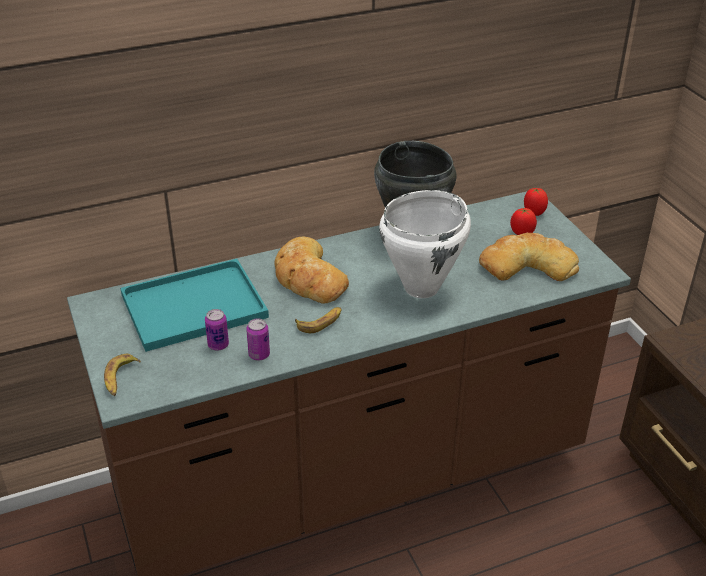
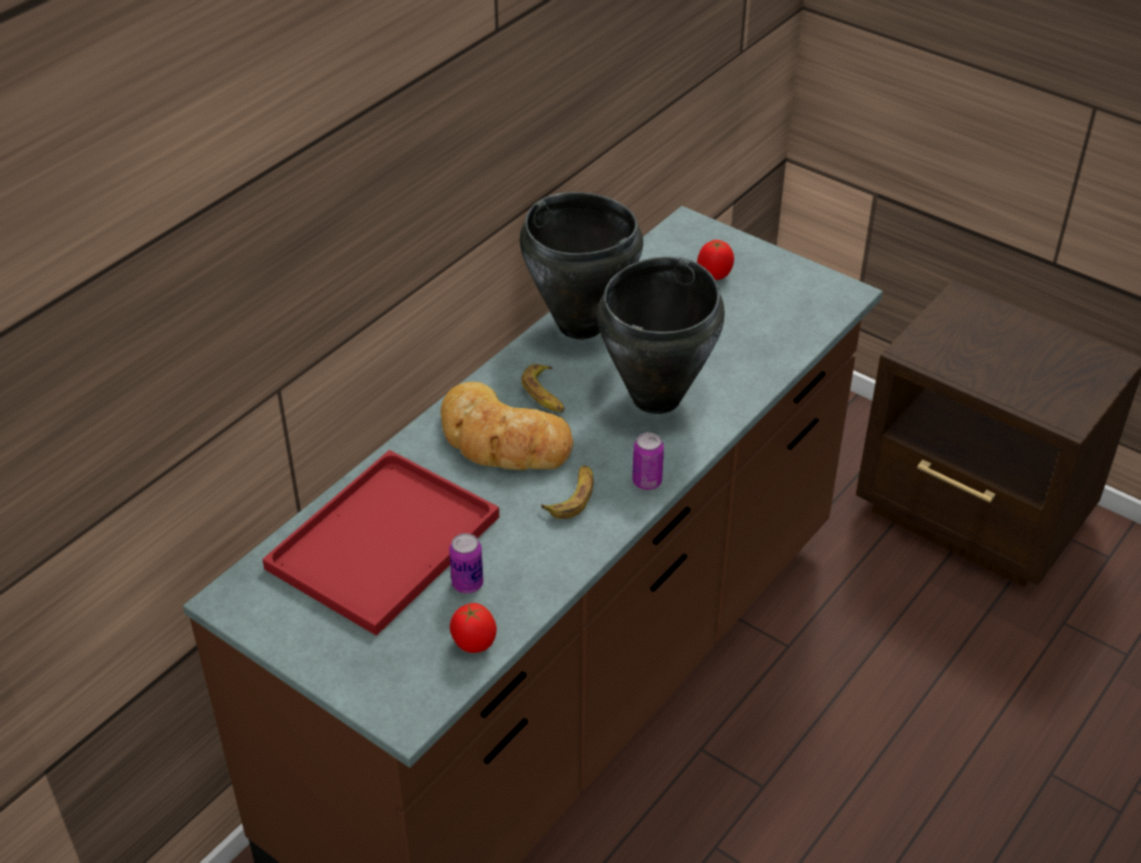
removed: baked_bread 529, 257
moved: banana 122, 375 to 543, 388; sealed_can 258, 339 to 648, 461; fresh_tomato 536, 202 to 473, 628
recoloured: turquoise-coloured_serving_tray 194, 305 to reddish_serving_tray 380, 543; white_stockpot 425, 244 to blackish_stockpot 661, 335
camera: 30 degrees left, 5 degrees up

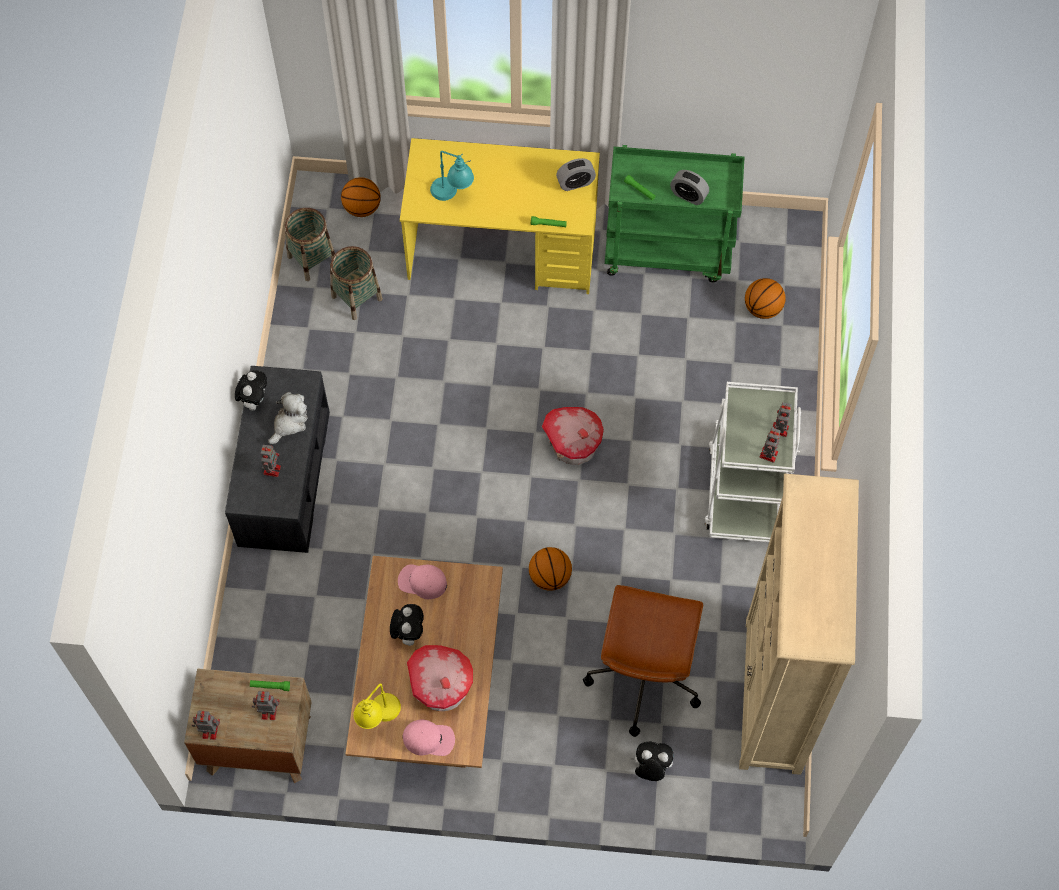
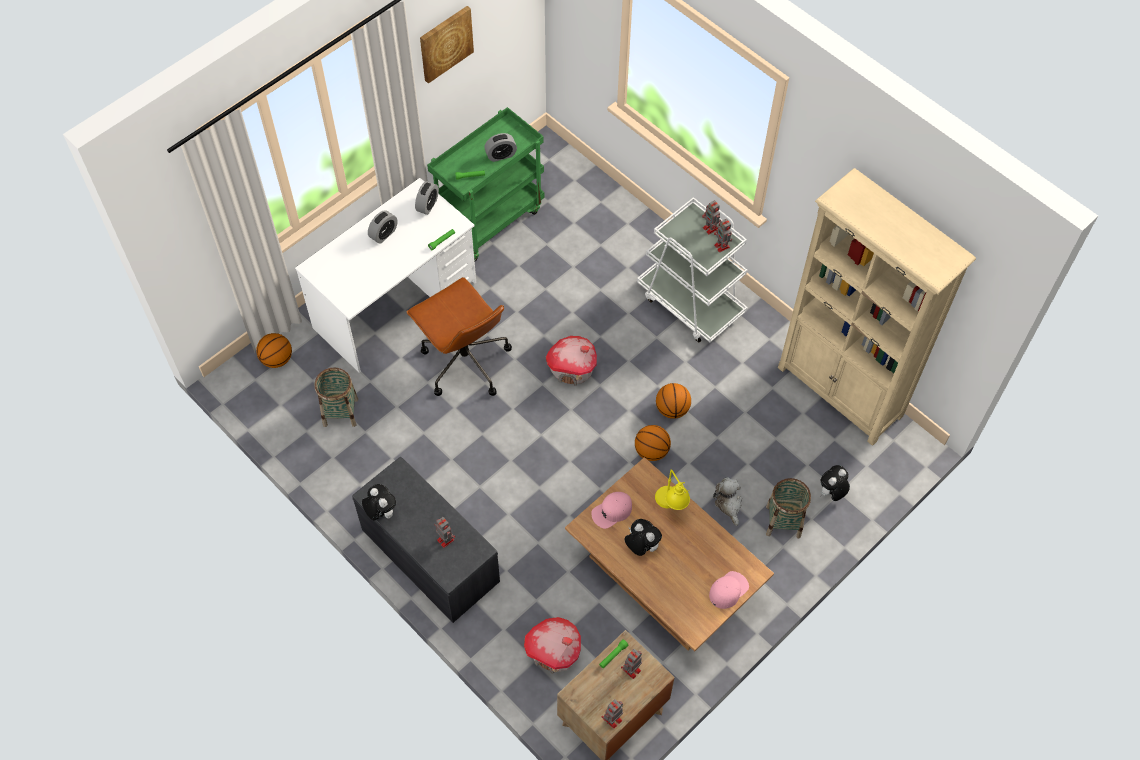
removed: turquoise-coloured_table_lamp 452, 176
added: bedside_clock 383, 227; picture 447, 45
moved: cuddly_toy 287, 418 to 727, 501; basket 310, 244 to 788, 508; yellow-coloured_table_lamp 377, 706 to 672, 489; model_house 440, 678 to 552, 645; brown_office_chair 643, 661 to 459, 336; basketball_ball 765, 298 to 673, 401
recoloured: yellow-coloured_desk_table 500, 216 to white_desk_table 385, 275
camera: 50 degrees left, 5 degrees down

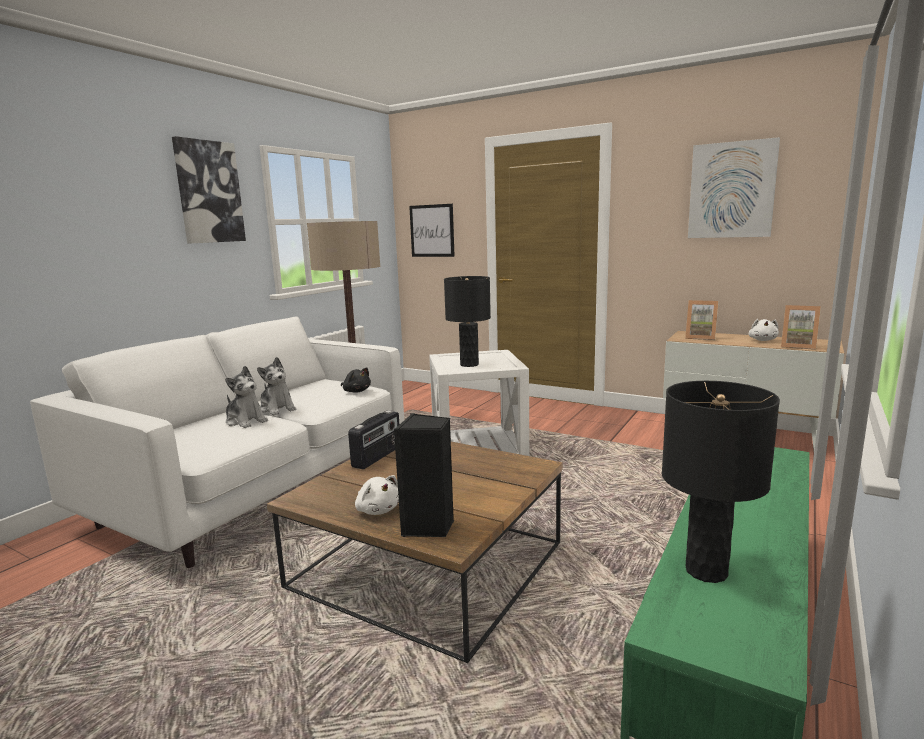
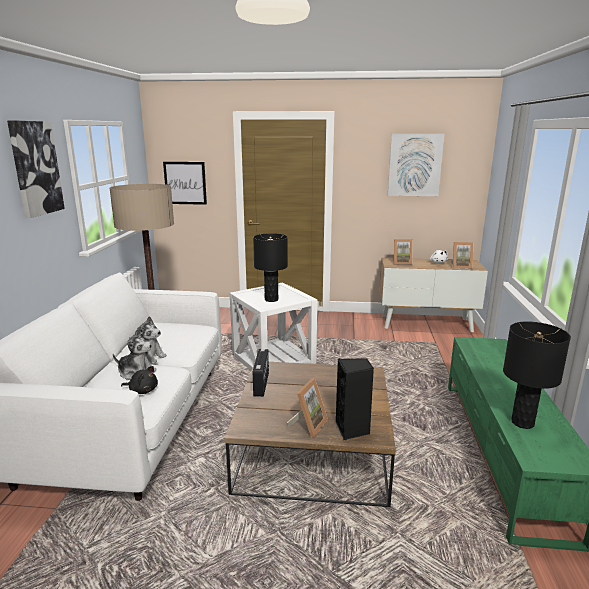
moved: blackish_cuddly_toy 356, 380 to 139, 380
replaced: white_cuddly_toy 377, 495 to picture_frame 307, 407
camera: 25 degrees left, 5 degrees up

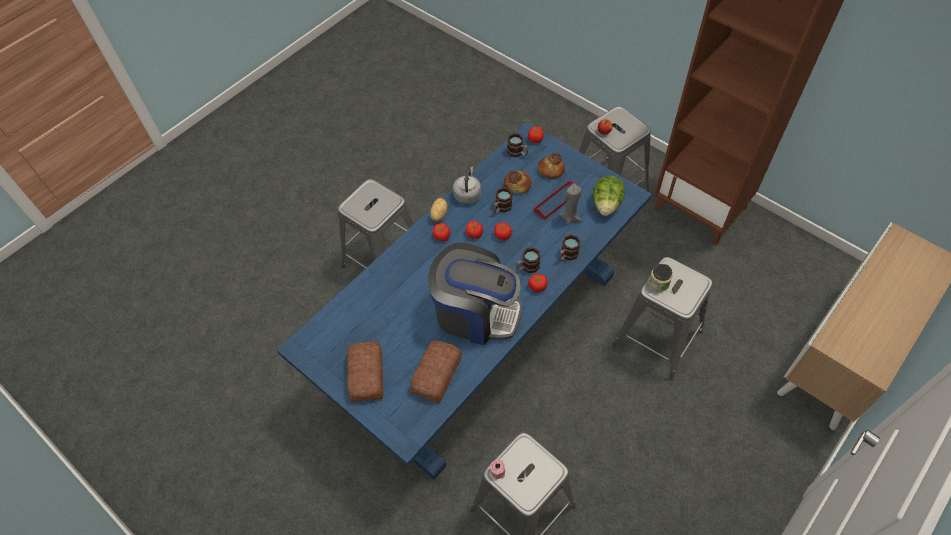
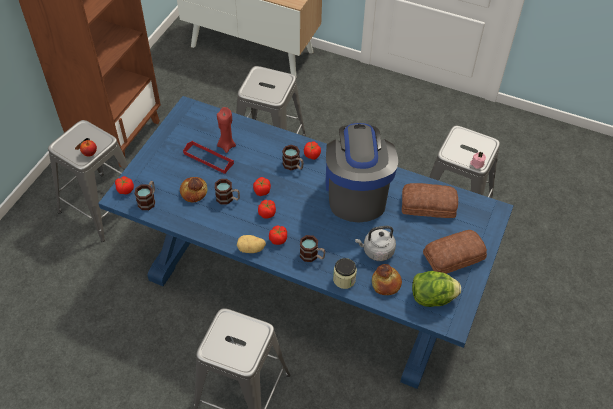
moved: greyish_water_kettle 467, 185 to 375, 243; baked_bread 551, 166 to 387, 279; coffee_mug 570, 248 to 312, 248; head_of_lettuce 608, 196 to 436, 289; preserve_jar 661, 278 to 345, 273
recoloured: greyish_wax_candle 570, 204 to reddish_wax_candle 226, 130
camera: 110 degrees left, 5 degrees down

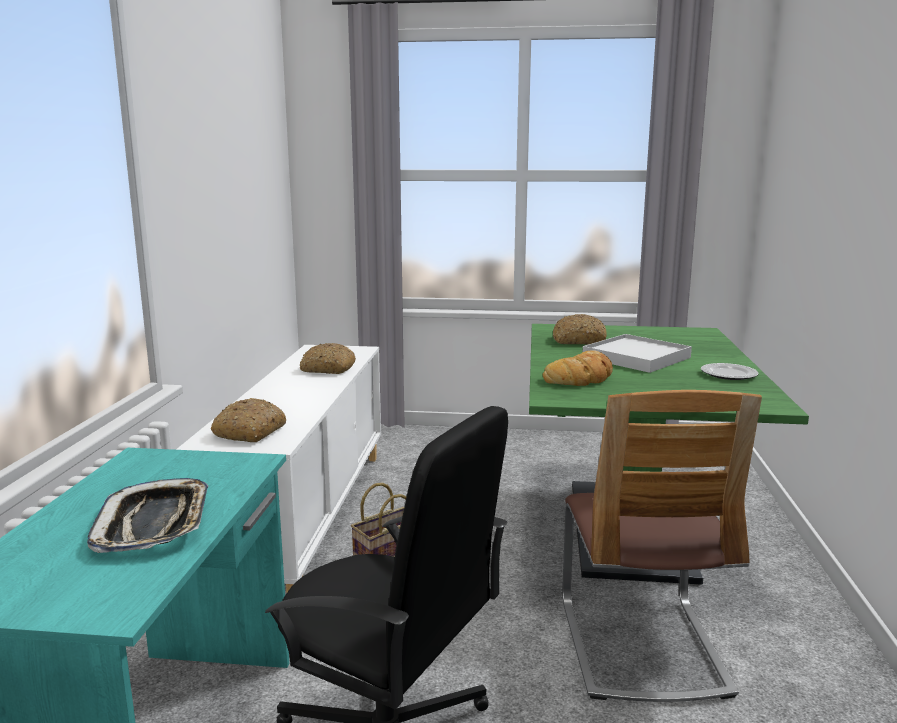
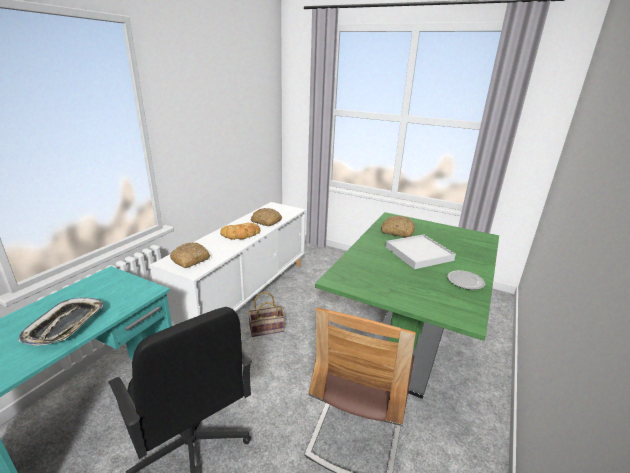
moved: baked_bread 578, 368 to 240, 231
camera: 20 degrees right, 10 degrees up

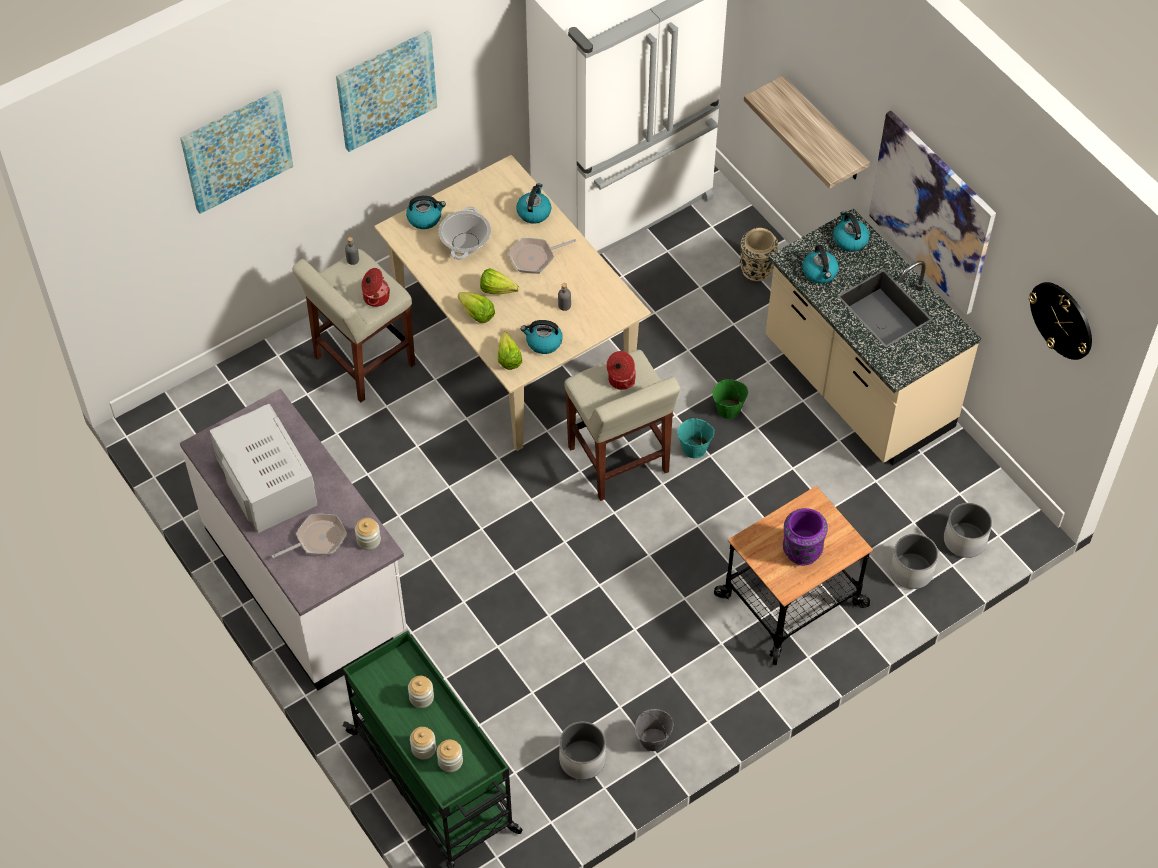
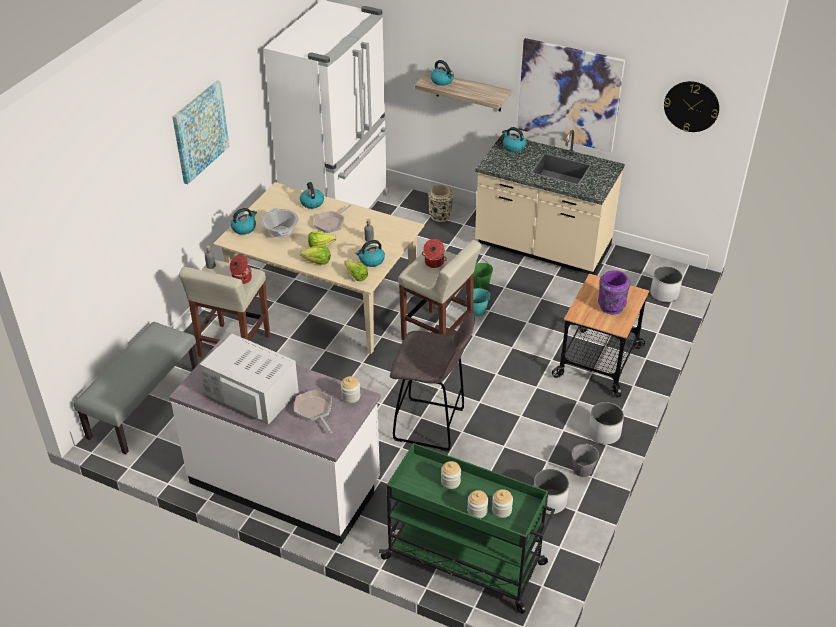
removed: picture 236, 152
added: greyish_long_seat 136, 388; greyish_stool_seat 432, 382
moved: water_kettle 820, 264 to 442, 73; white_plant_pot 914, 561 to 606, 423
turned: skillet 309, 536 = 313, 412 60 degrees counterclockwise
camera: 30 degrees left, 15 degrees down

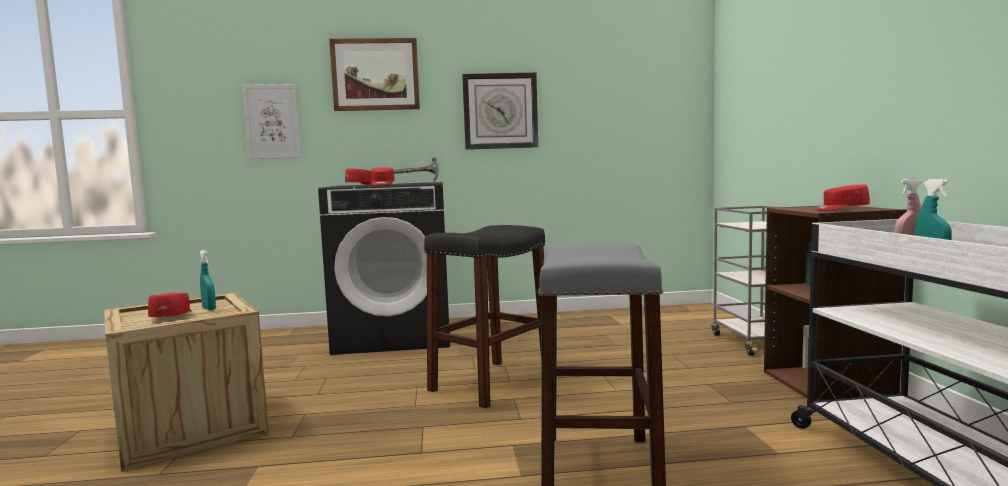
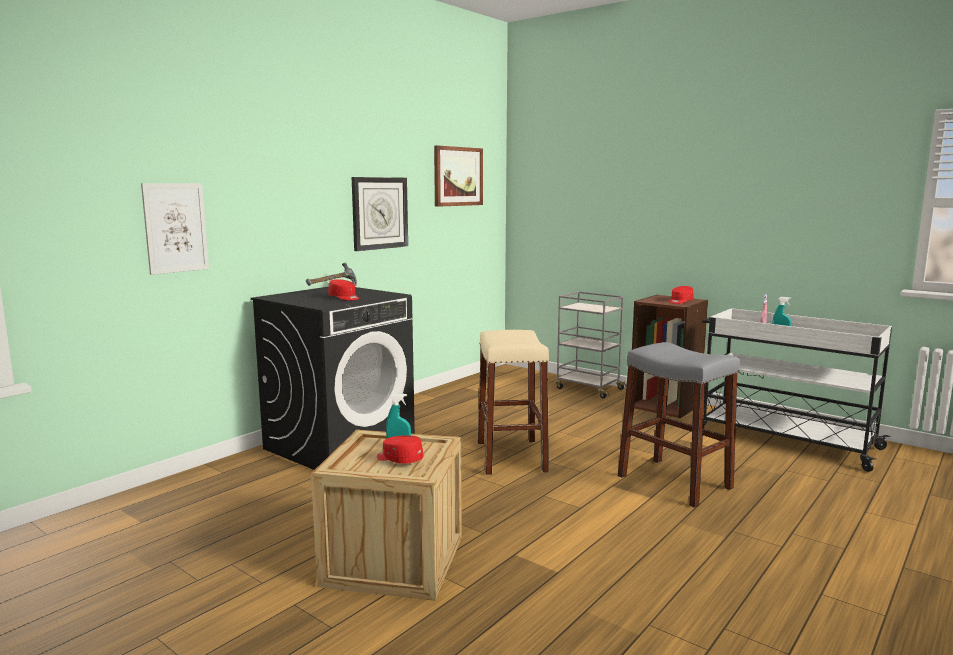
removed: reddish_peaked_cap 358, 176
moved: picture 374, 74 to 458, 176
recoloured: blackish_stool_seat 484, 316 to beige_stool_seat 513, 402
camera: 45 degrees left, 5 degrees up

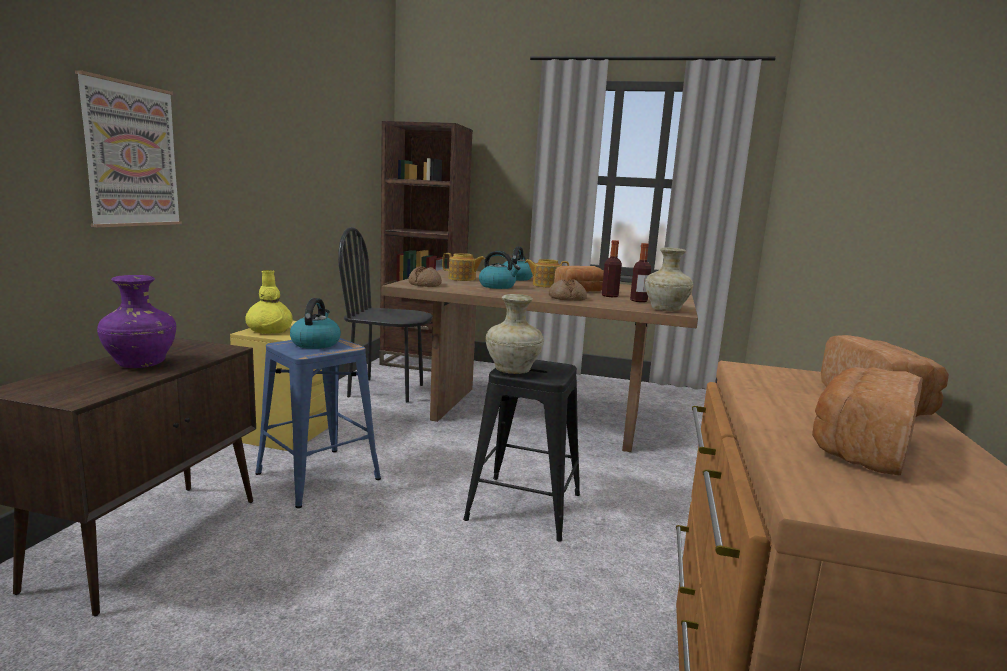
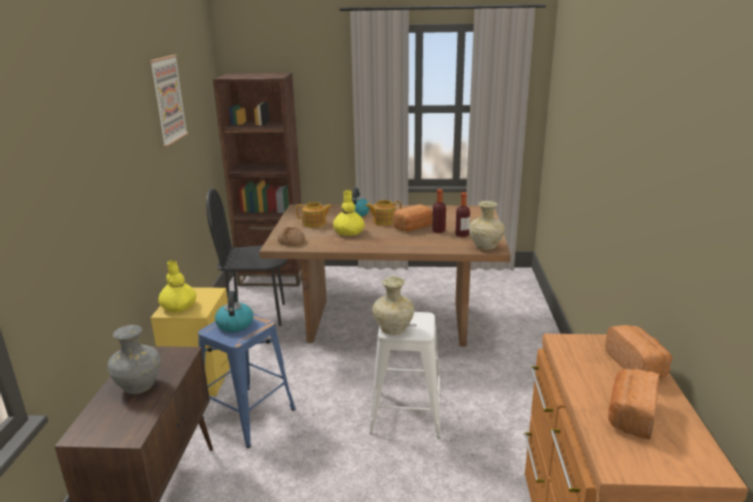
removed: baked_bread 568, 290
moved: picture 128, 148 to 169, 101
replaced: water_kettle 499, 270 to yellow-coloured_decorative_vase 349, 213
recoloured: purplish_decorative_vase 136, 321 to greyish_decorative_vase 134, 359; blackish_stool_seat 521, 451 to white_stool_seat 405, 375
camera: 10 degrees left, 10 degrees up

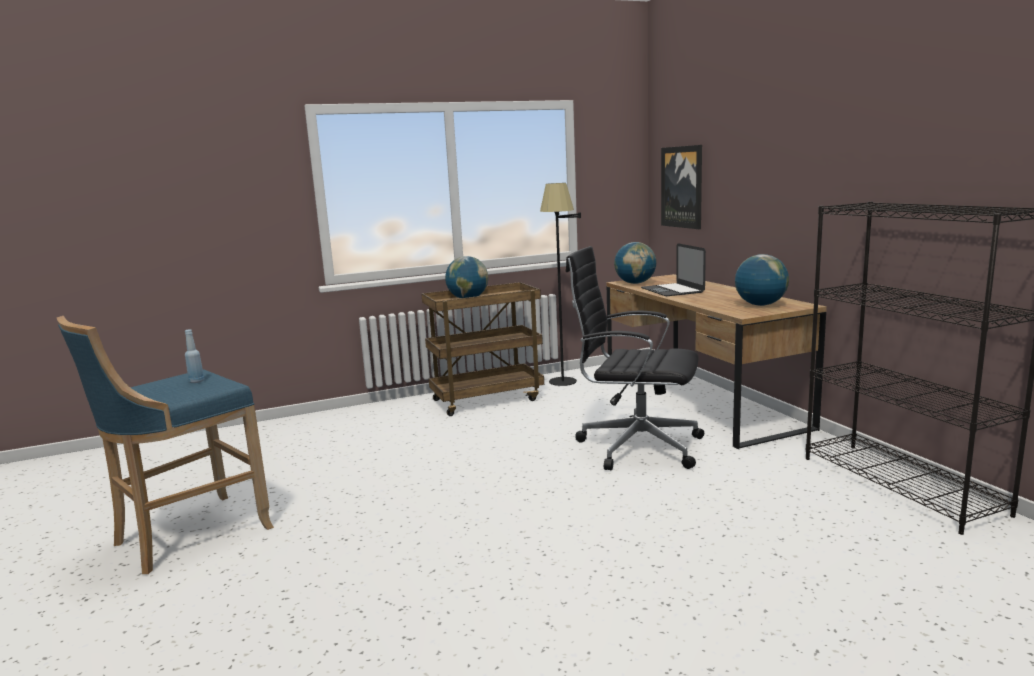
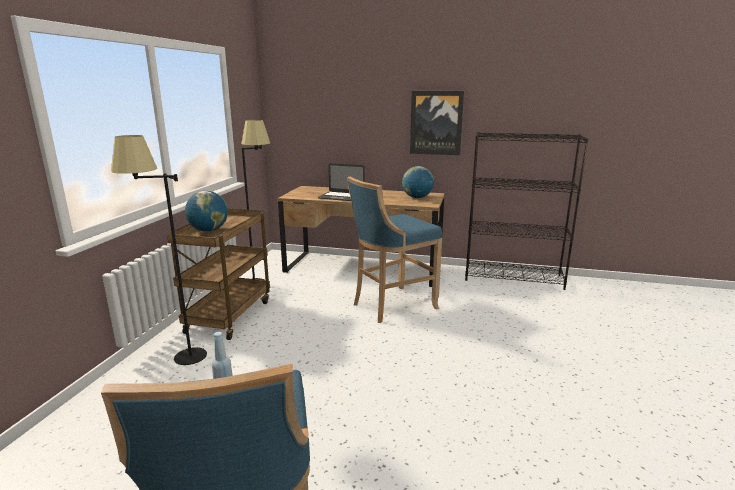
removed: desk_globe 635, 263
added: blackish_standard_lamp 159, 250
moved: picture 681, 187 to 437, 123
replaced: blackish_office_chair 635, 358 to blue-coloured_stool_seat 394, 250
camera: 55 degrees left, 5 degrees up

